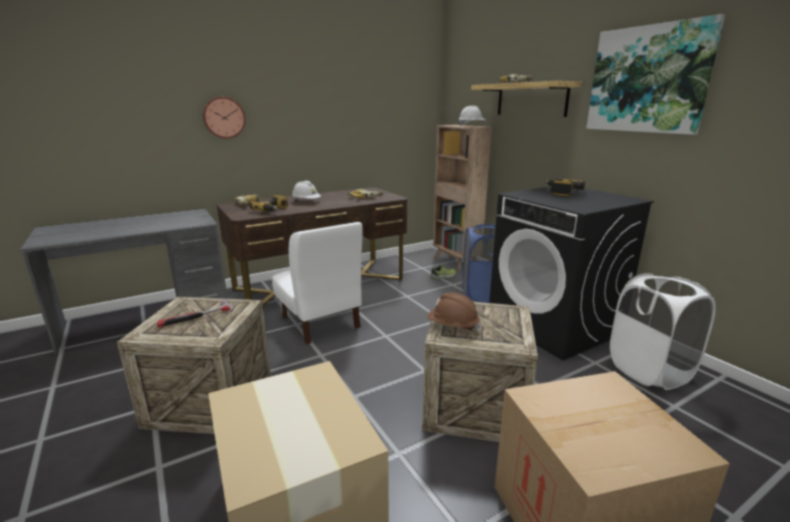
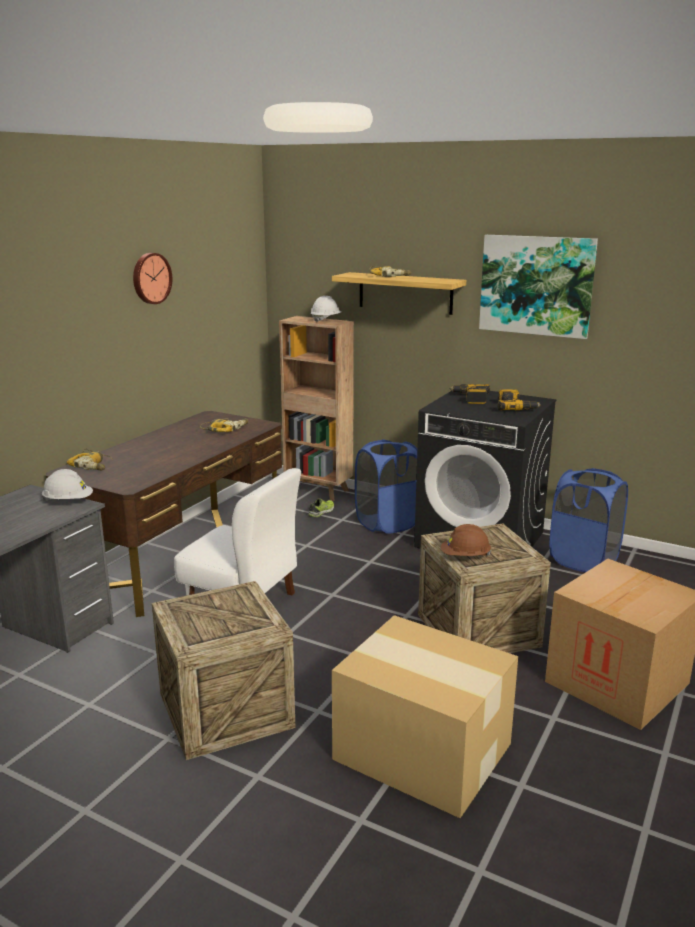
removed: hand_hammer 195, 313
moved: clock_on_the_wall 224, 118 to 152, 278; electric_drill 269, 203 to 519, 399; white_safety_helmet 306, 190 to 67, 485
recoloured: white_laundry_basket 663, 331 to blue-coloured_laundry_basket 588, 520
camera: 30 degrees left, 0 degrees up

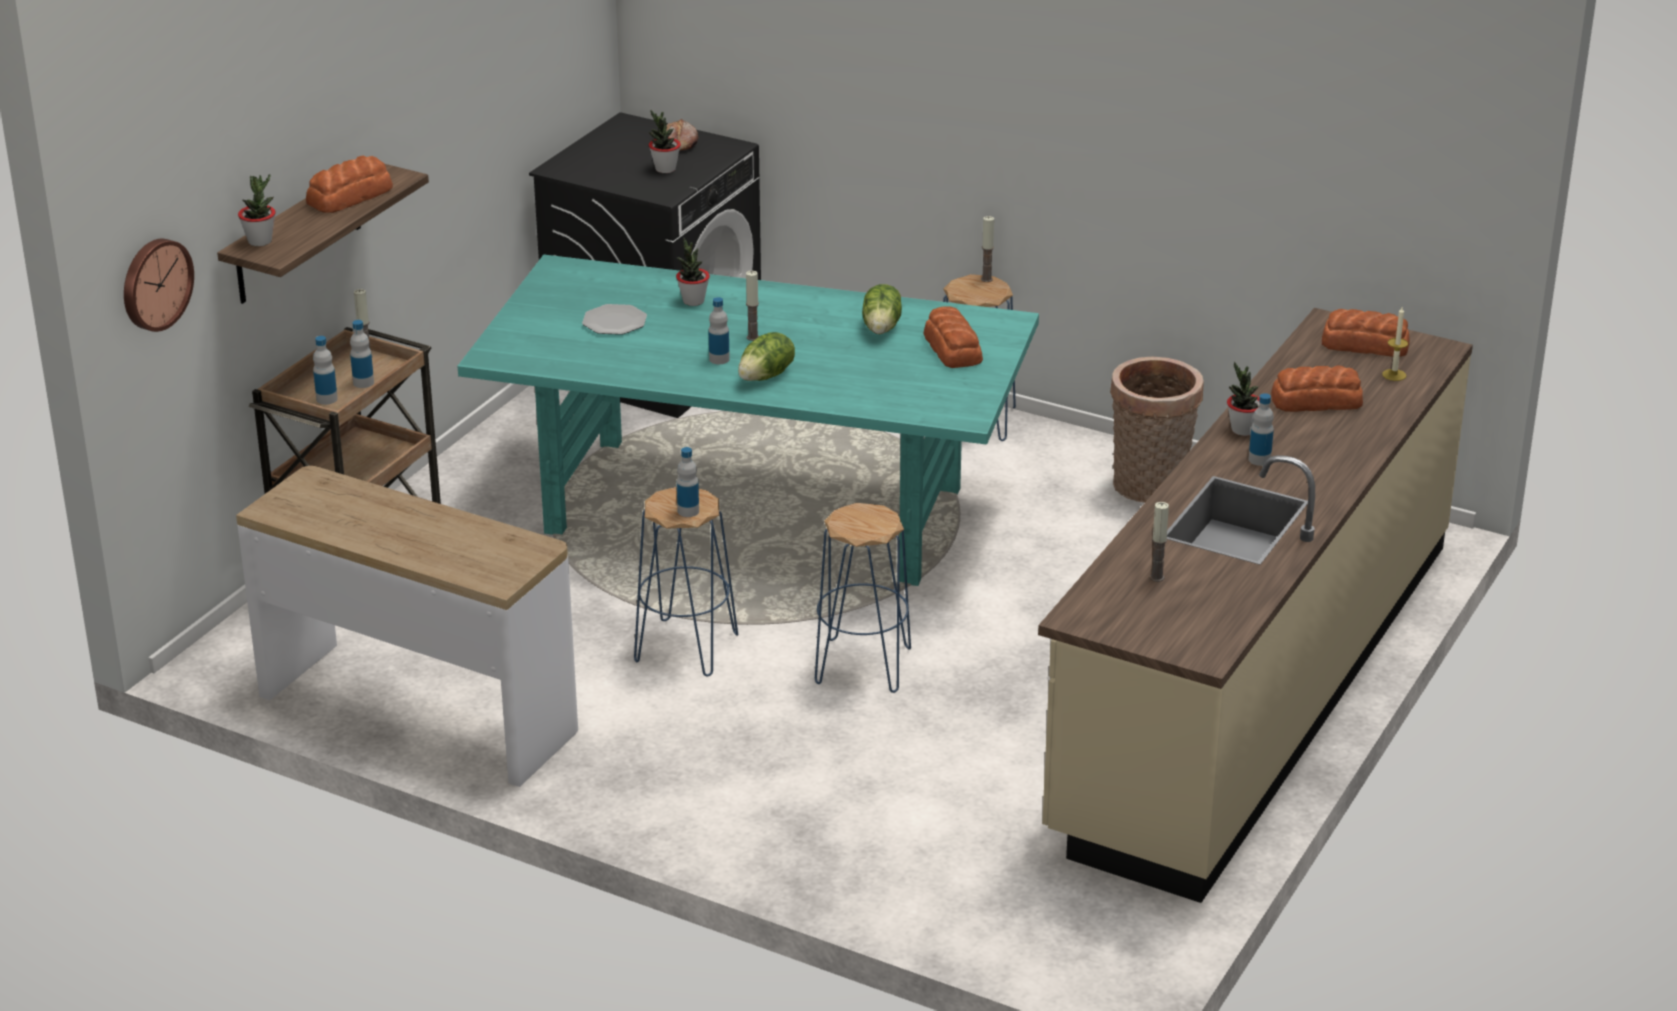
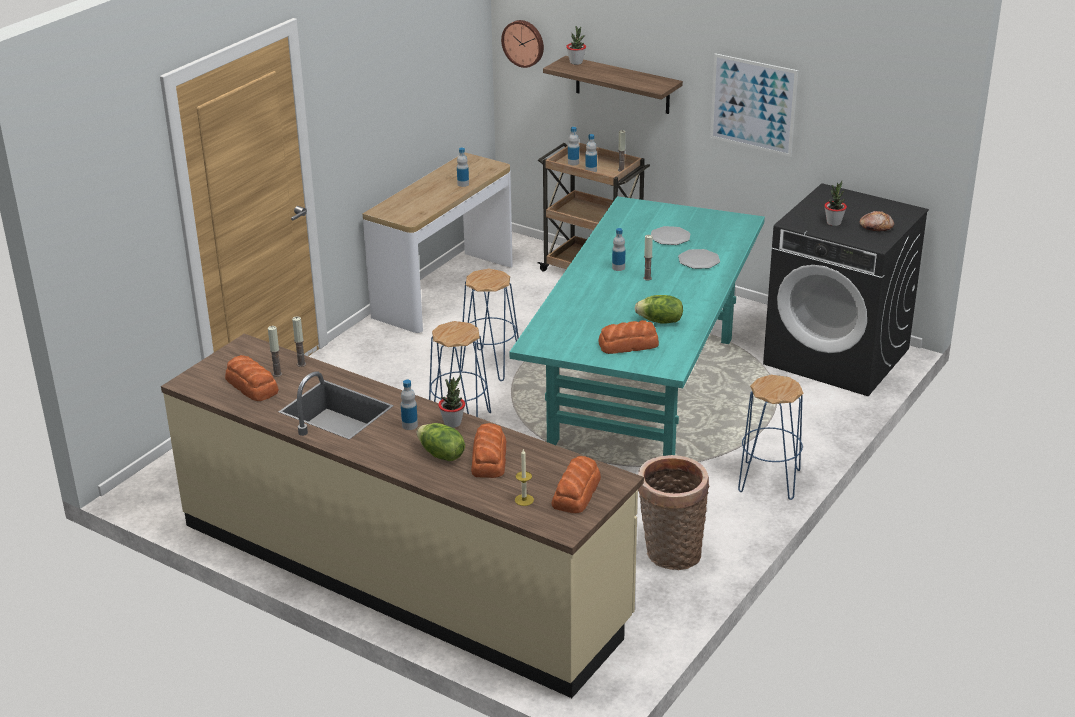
added: picture 754, 105
moved: baked_bread 349, 184 to 252, 378; drink_bottle 688, 482 to 463, 167; head_of_lettuce 766, 356 to 441, 442; wax_candle 987, 249 to 299, 341
replaced: houseplant 693, 272 to flat_dish 699, 259
camera: 95 degrees right, 0 degrees up

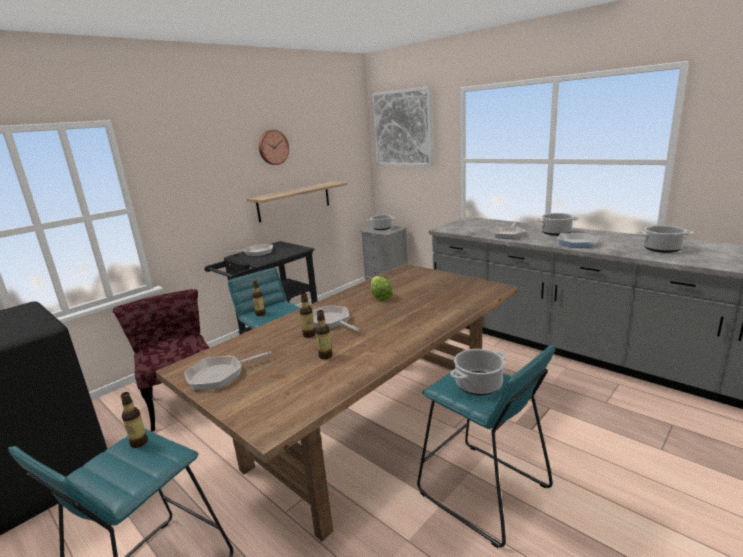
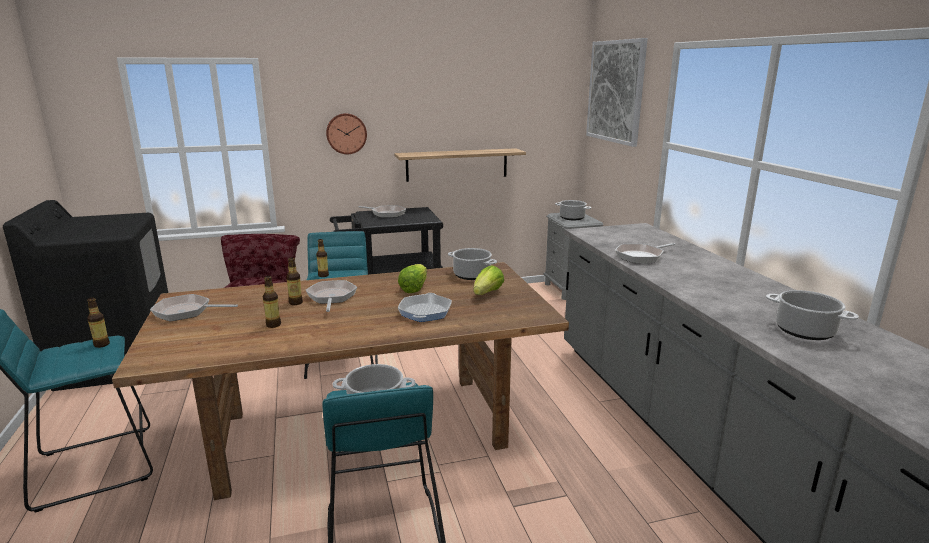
added: head_of_lettuce 488, 280
moved: clock_on_the_wall 274, 147 to 346, 133; stockpot 557, 224 to 472, 264; skillet 578, 240 to 425, 307
camera: 30 degrees right, 0 degrees up

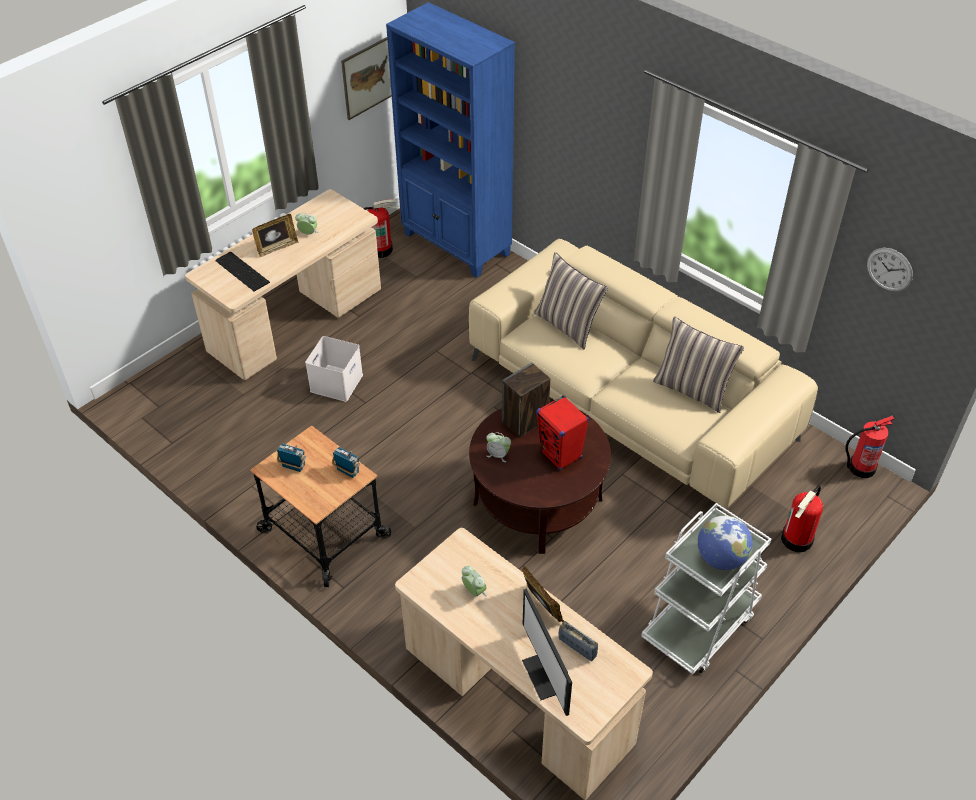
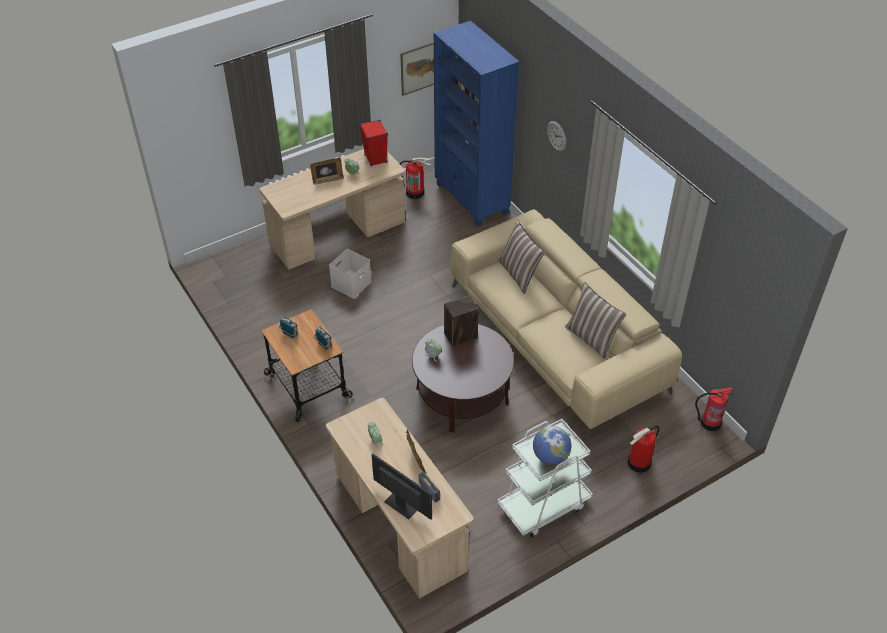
removed: computer_keyboard 242, 272
moved: reddish_loudspeaker 562, 433 to 373, 142; clock_on_the_wall 890, 270 to 556, 136
turned: monitor 547, 652 = 401, 487 135 degrees clockwise
camera: 15 degrees right, 0 degrees up

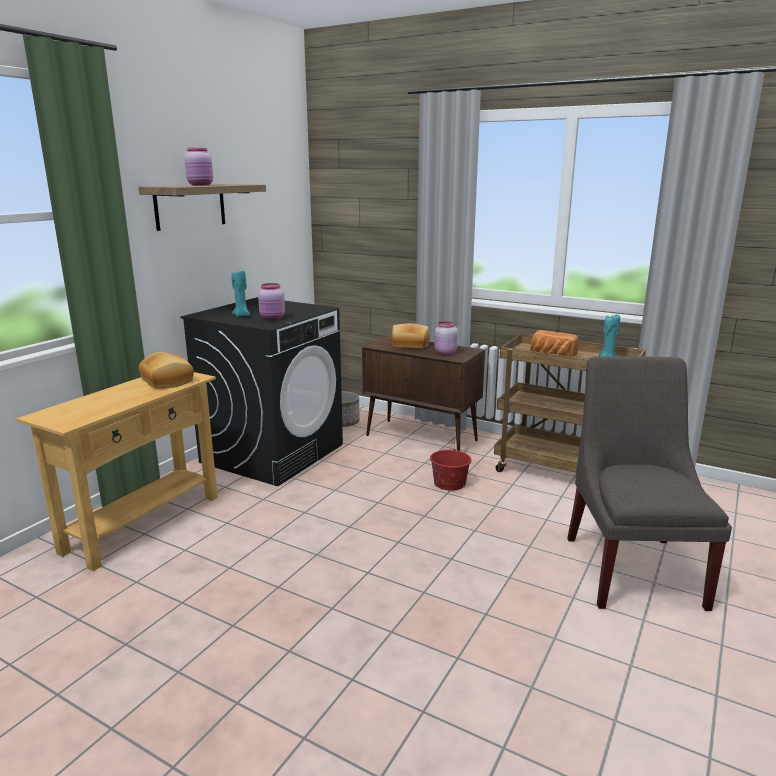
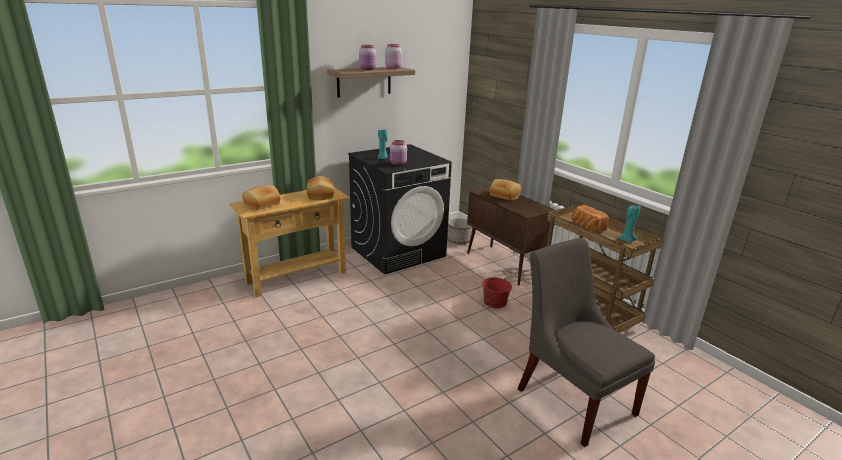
added: baked_bread 261, 197
moved: pink-coloured_preserve_jar 446, 338 to 393, 56
turned: greyish_upright_chair 649, 483 = 586, 342 60 degrees counterclockwise
camera: 25 degrees right, 5 degrees up

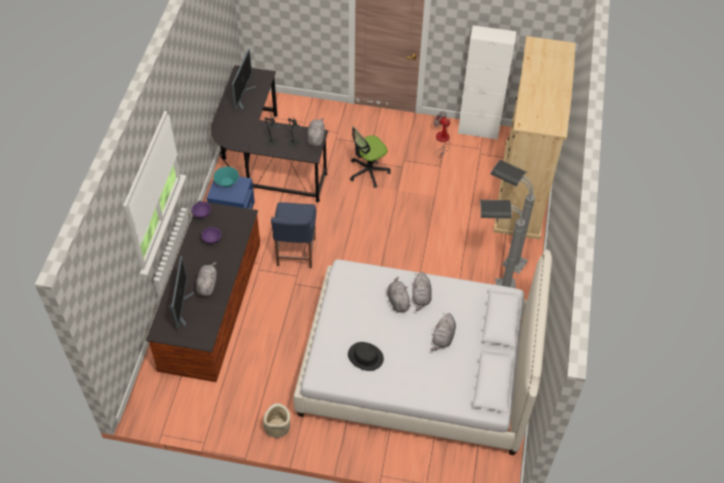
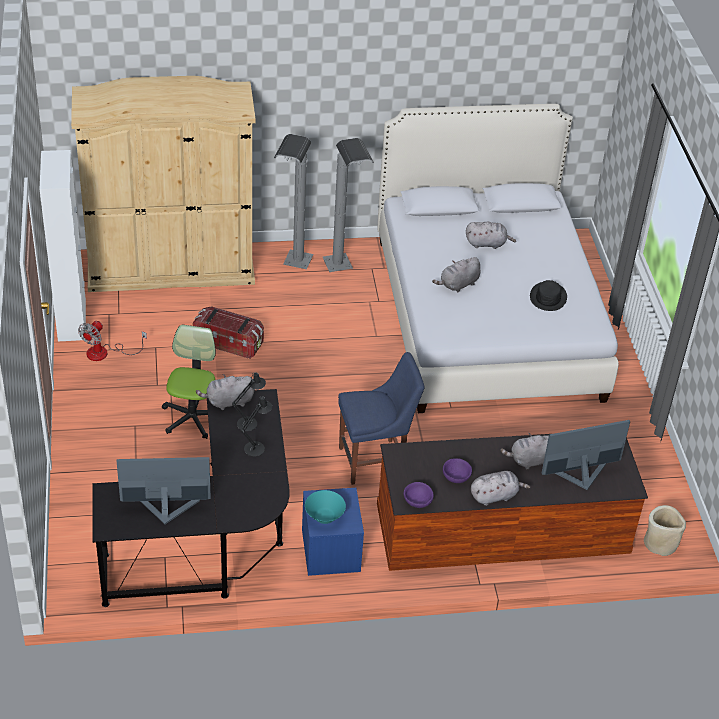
added: storage_bin 228, 333
moved: beige_plant_pot 276, 420 to 665, 530; greyish_cuddly_toy 422, 291 to 501, 488
turned: office_chair 370, 156 = 189, 382 120 degrees counterclockwise
camera: 110 degrees left, 10 degrees down

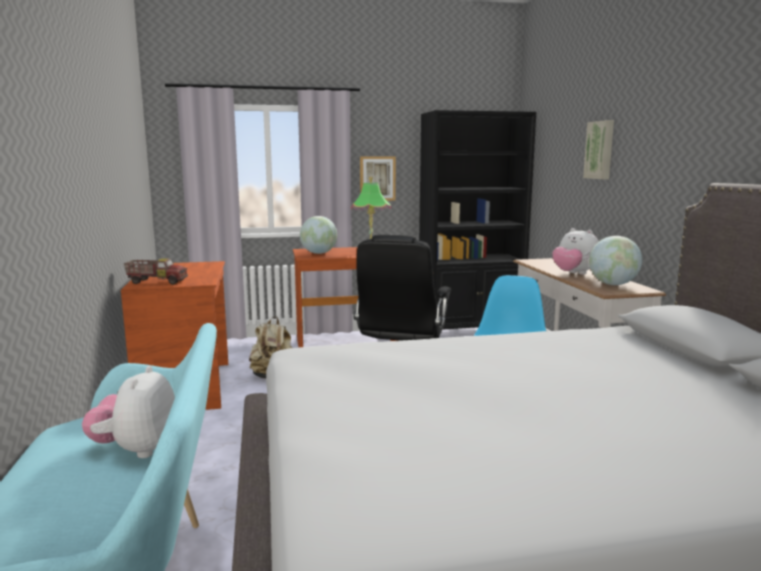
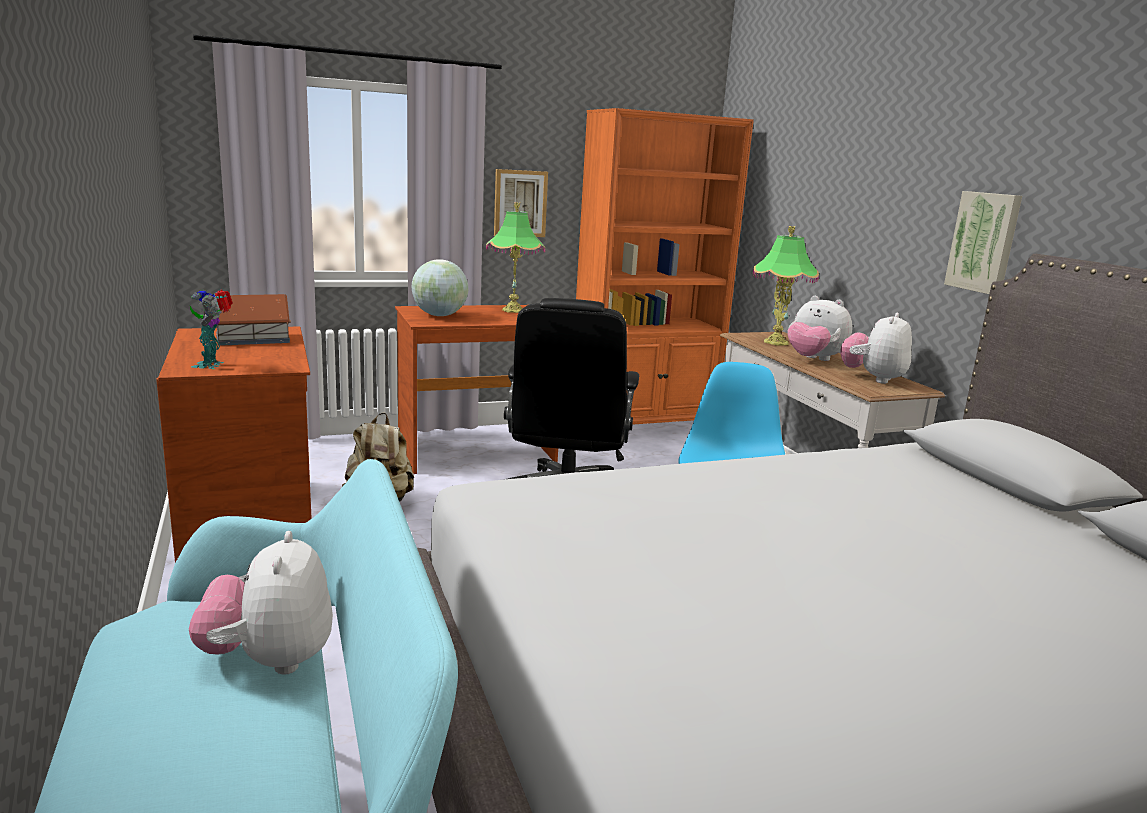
added: model_house 253, 320; table_lamp 786, 286
moved: picture 598, 149 to 983, 242
replaced: toy_truck 156, 271 to robot_figure 211, 329; desk_globe 615, 260 to cuddly_toy 876, 348
recoloured: blackish_bookcase 477, 224 to orangey_bookcase 665, 266
camera: 10 degrees left, 5 degrees up

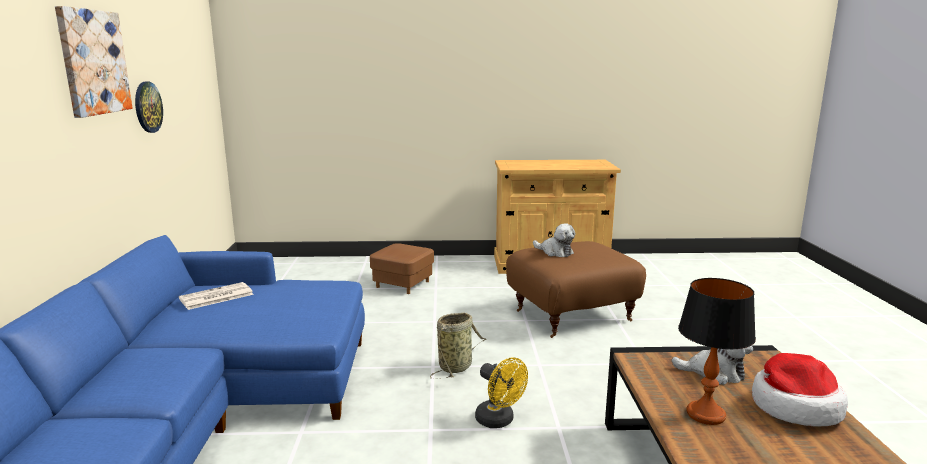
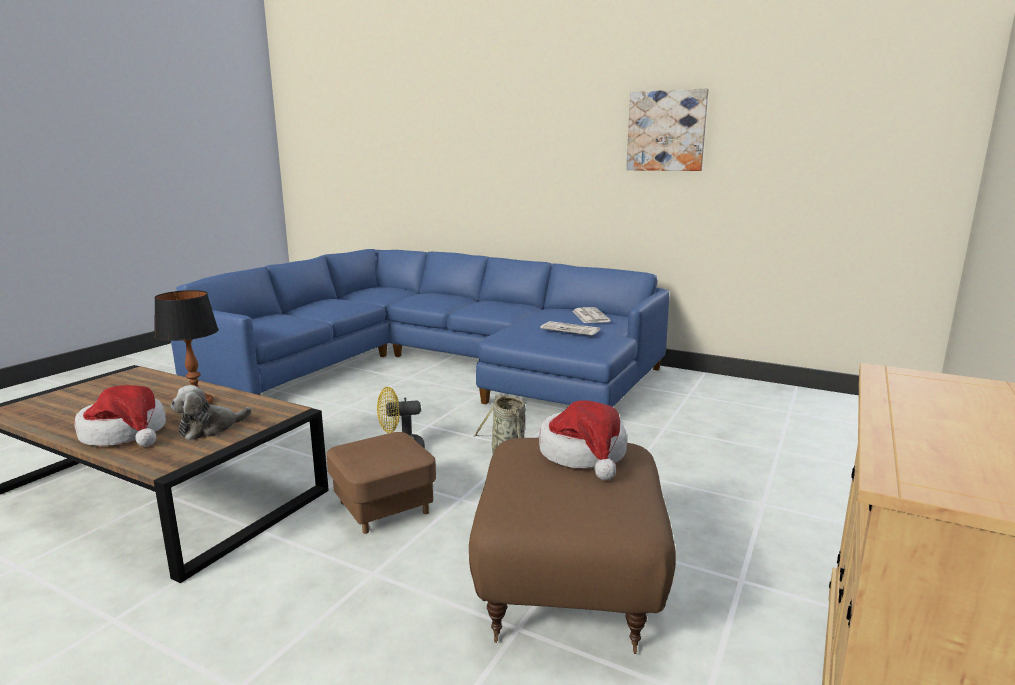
removed: clock_on_the_wall 149, 107
added: newspaper 570, 328
moved: brown_ottoman 402, 268 to 381, 483
replaced: cuddly_toy 554, 240 to hat 583, 440
camera: 120 degrees right, 0 degrees up

